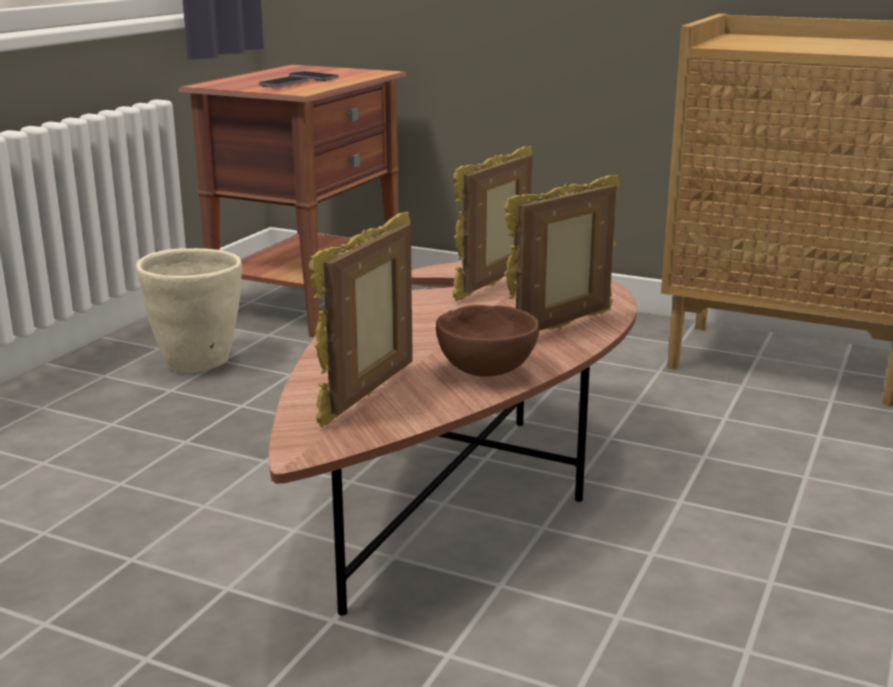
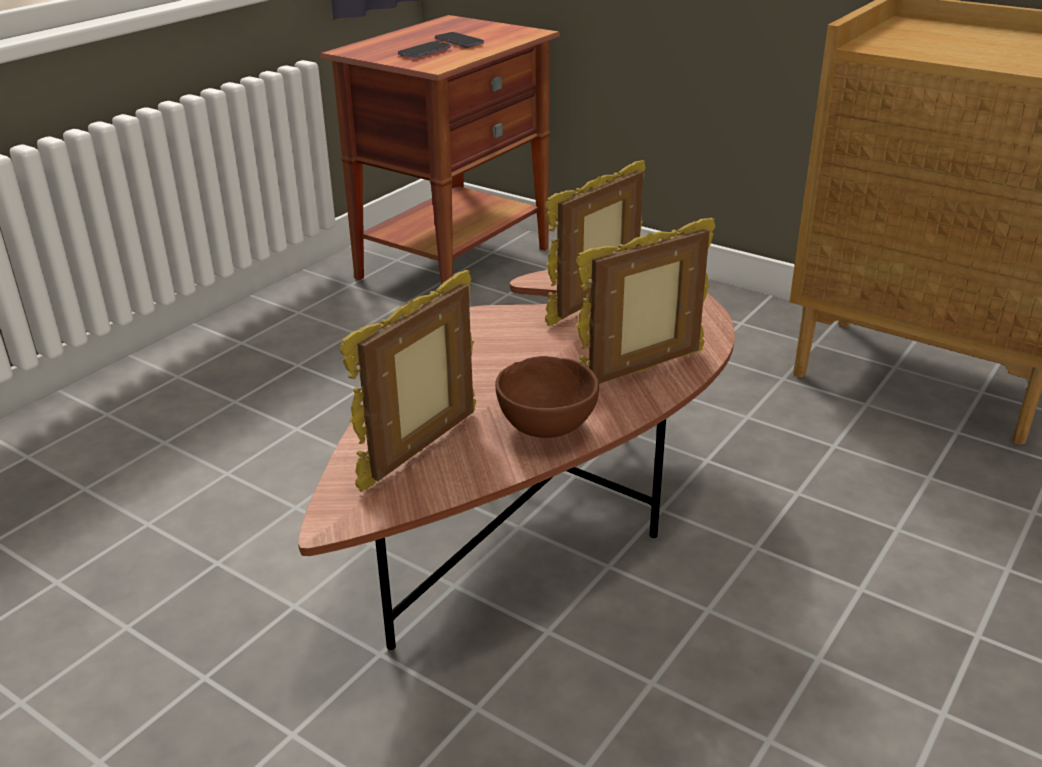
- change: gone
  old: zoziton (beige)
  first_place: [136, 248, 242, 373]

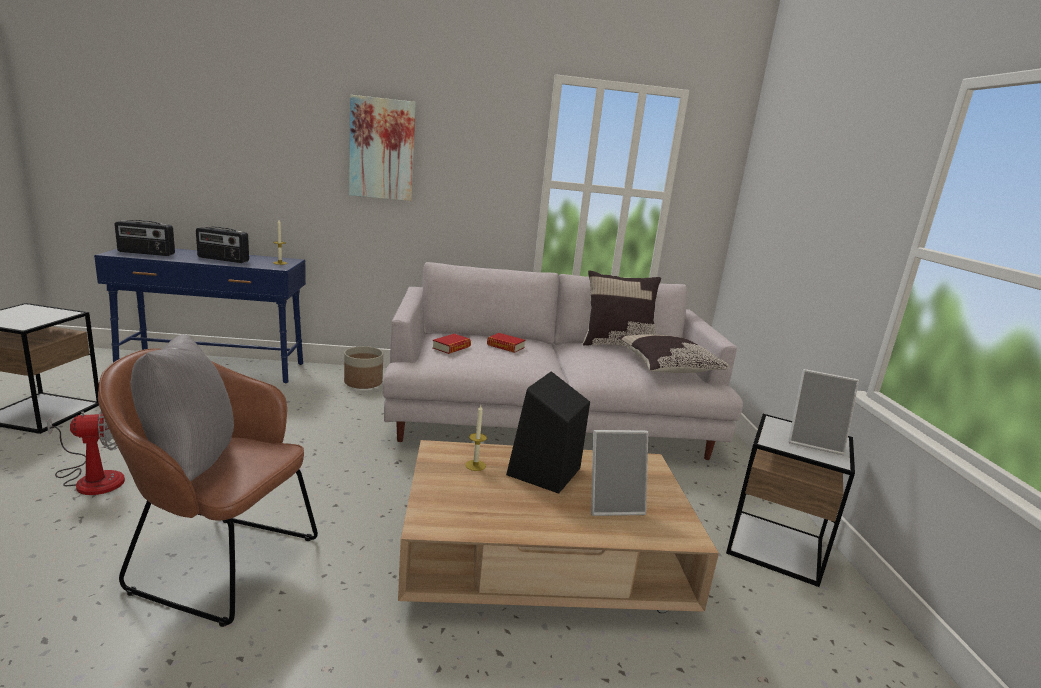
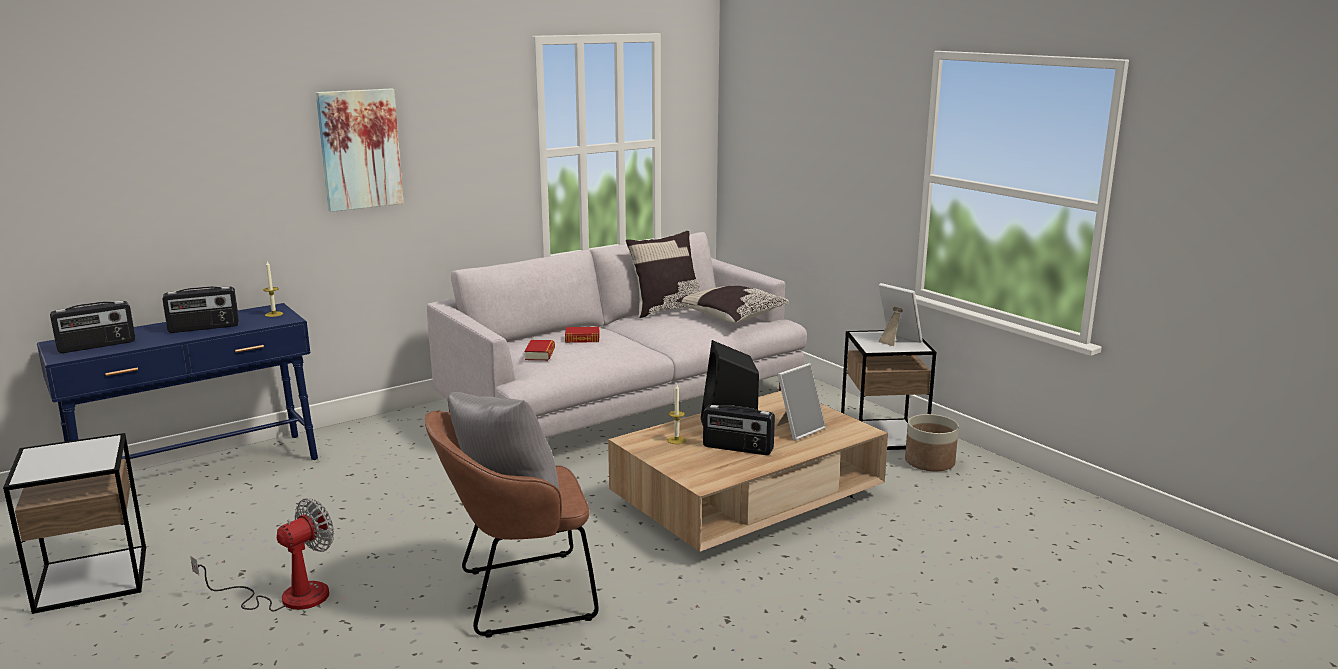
- change: shifted
  old: zoziton
  first_place: [344, 346, 383, 389]
  second_place: [905, 414, 959, 471]
- change: rotated
  old: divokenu
  first_place: [788, 369, 859, 455]
  second_place: [879, 283, 923, 346]
  degrees: -120
- change: new
  new: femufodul
  second_place: [703, 405, 775, 455]

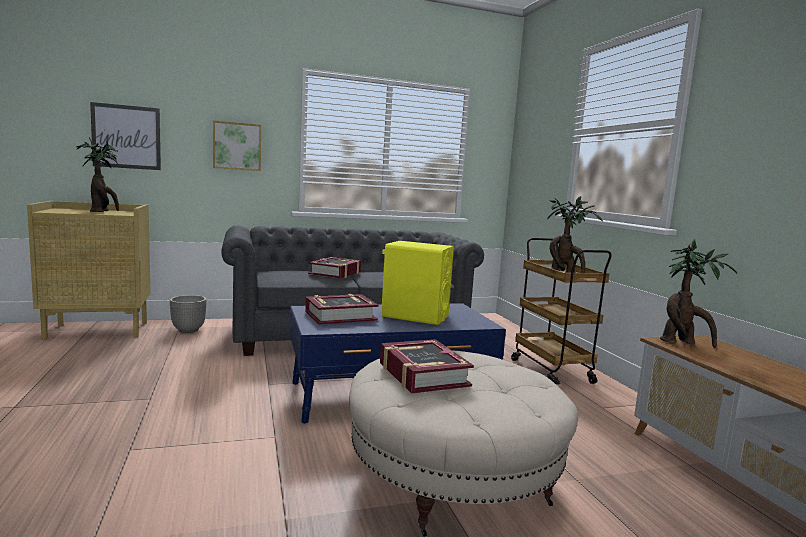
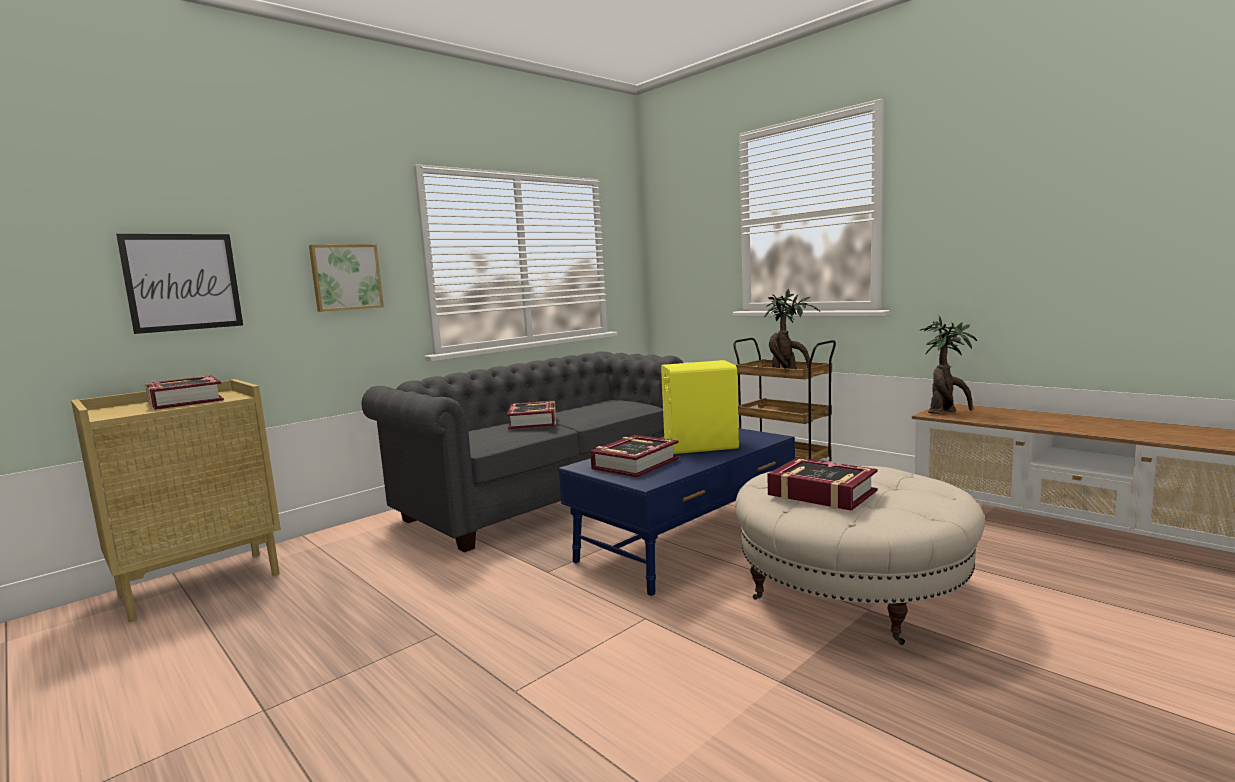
- change: swapped
  old: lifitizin
  new: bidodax
  first_place: [76, 137, 119, 212]
  second_place: [145, 376, 224, 410]
- change: gone
  old: zoziton
  first_place: [170, 295, 207, 333]

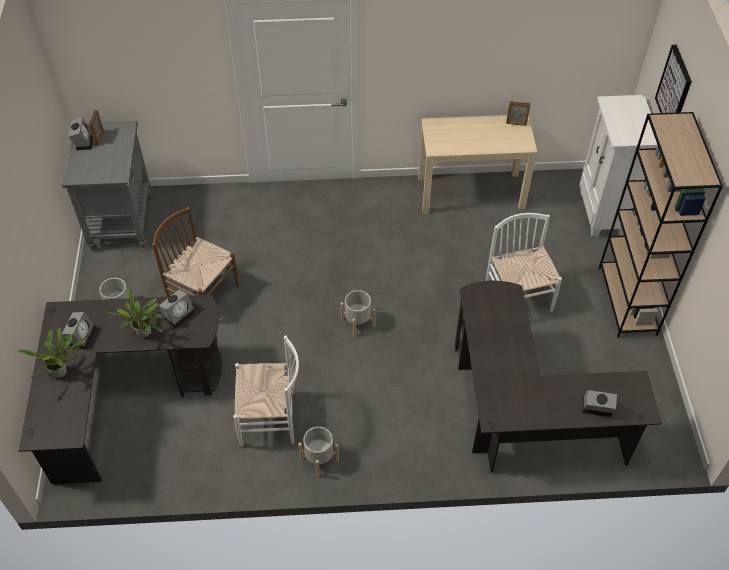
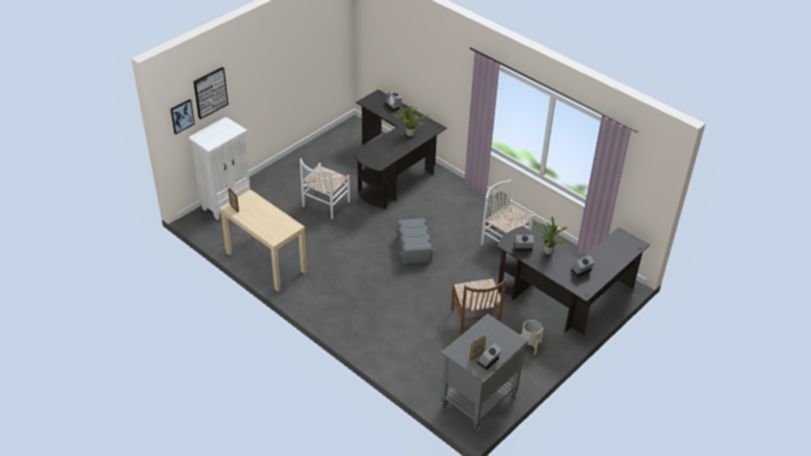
- change: gone
  old: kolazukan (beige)
  first_place: [599, 112, 723, 337]
- change: swapped
  old: zoziton (grey)
  new: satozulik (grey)
  first_place: [340, 290, 376, 337]
  second_place: [395, 218, 434, 264]
- change: shifted
  old: lifitizin
  first_place: [17, 328, 86, 379]
  second_place: [392, 106, 428, 137]
- change: new
  new: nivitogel
  second_place: [170, 99, 195, 134]

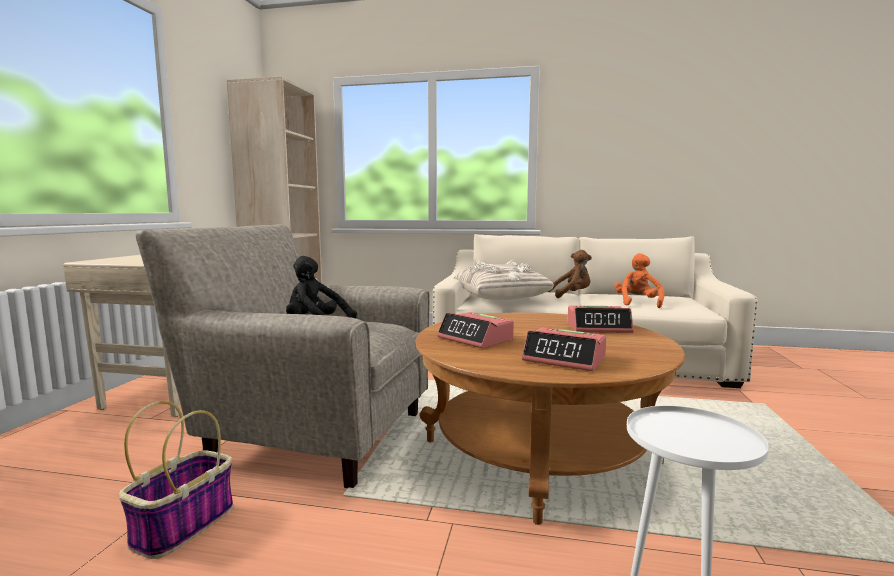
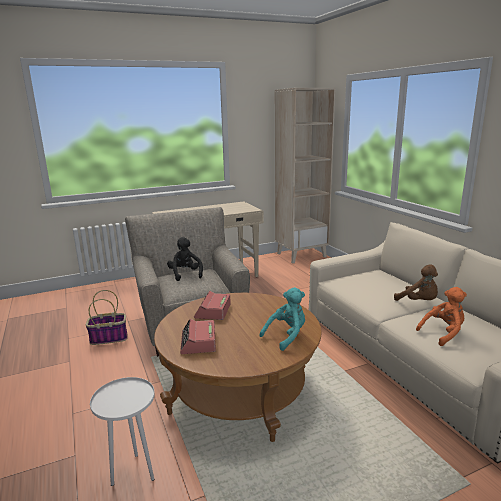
- change: gone
  old: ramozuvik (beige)
  first_place: [454, 260, 554, 300]
- change: swapped
  old: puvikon
  new: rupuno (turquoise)
  first_place: [567, 306, 634, 333]
  second_place: [259, 287, 305, 351]

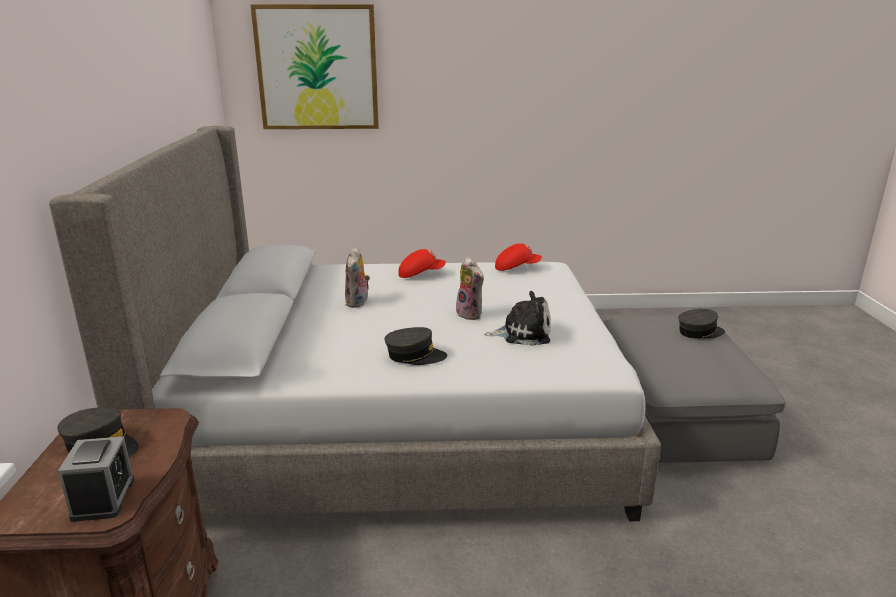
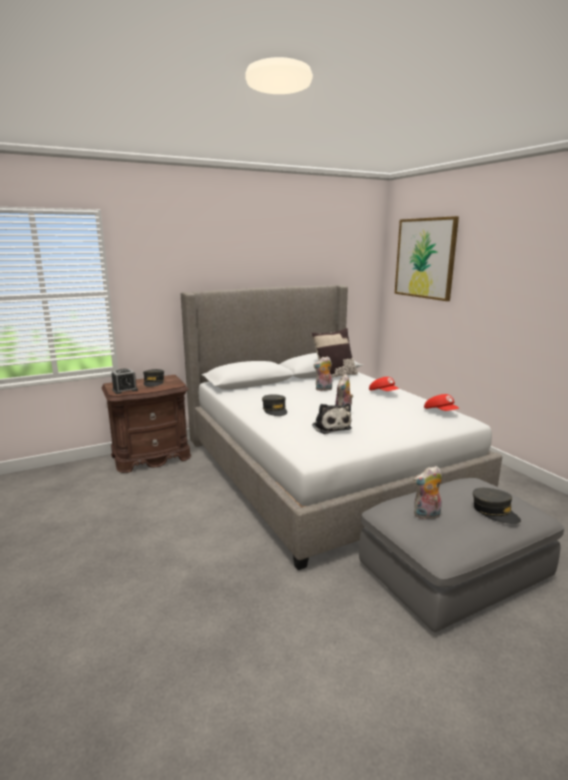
- change: new
  new: ramozuvik
  second_place: [311, 328, 358, 378]
- change: new
  new: rupuno
  second_place: [413, 466, 442, 519]

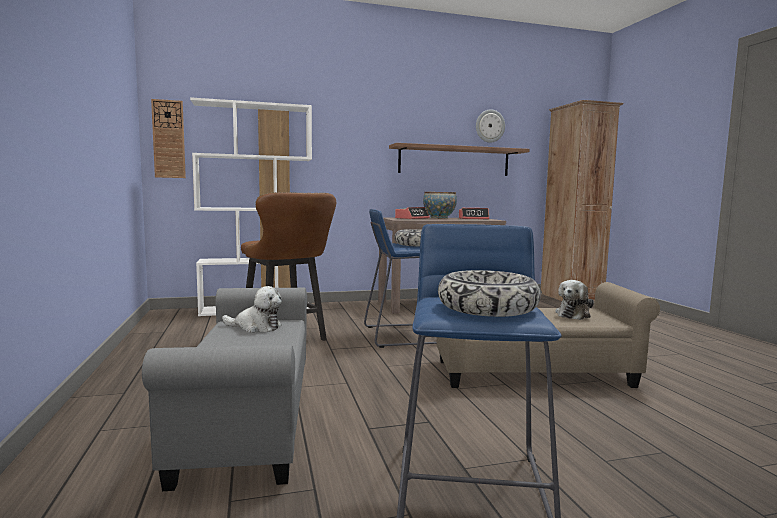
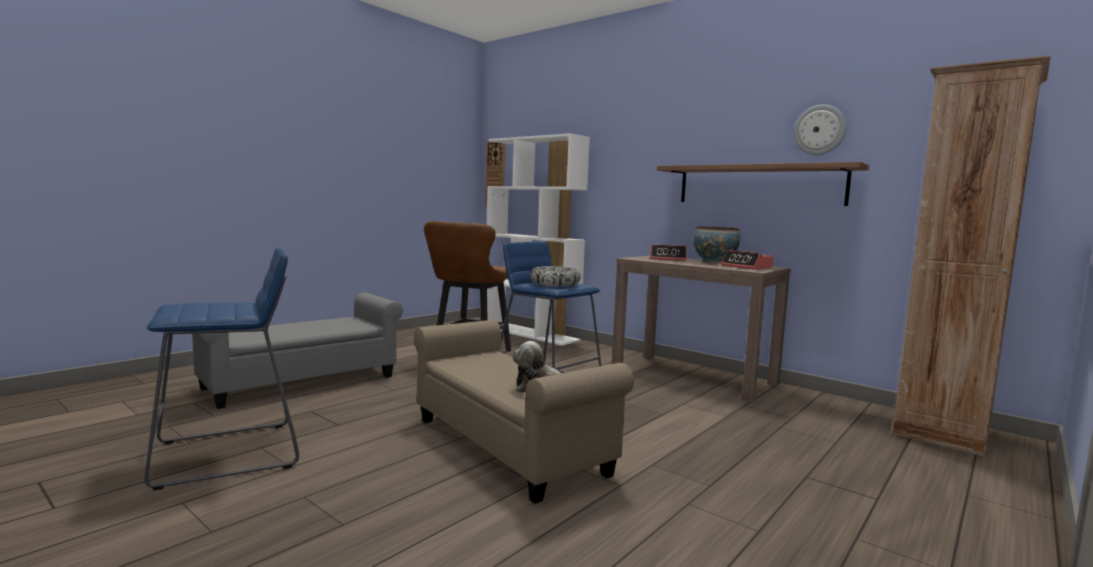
- change: gone
  old: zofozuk
  first_place: [438, 270, 541, 317]
- change: gone
  old: rupuno
  first_place: [222, 286, 282, 333]

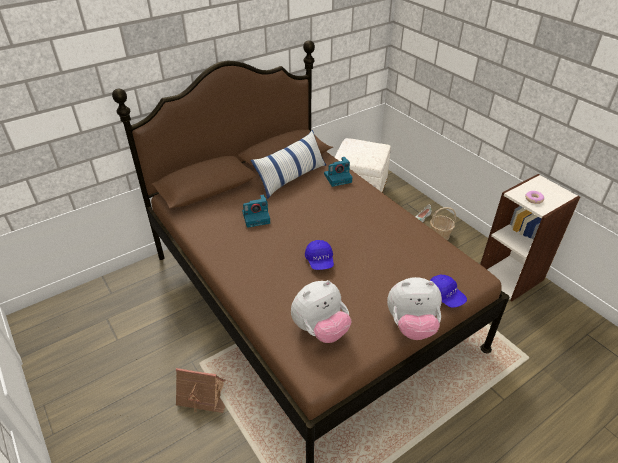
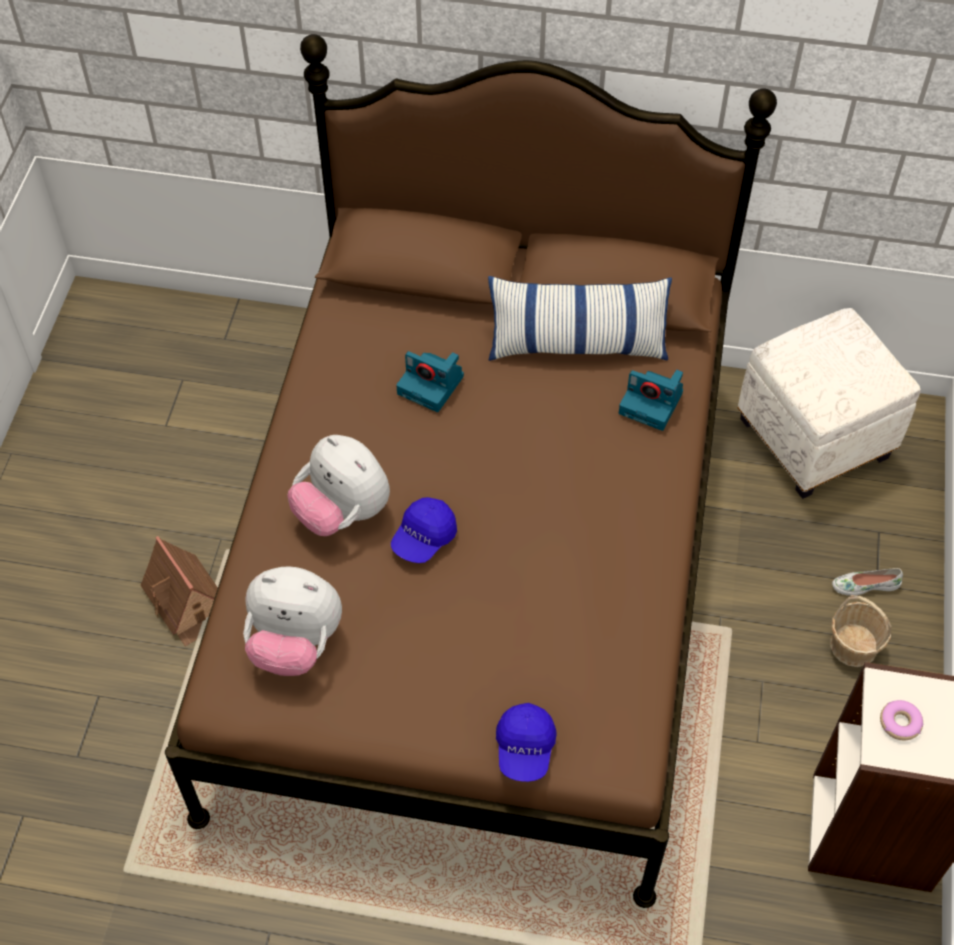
- change: shifted
  old: rupuno
  first_place: [387, 277, 442, 340]
  second_place: [287, 435, 390, 536]

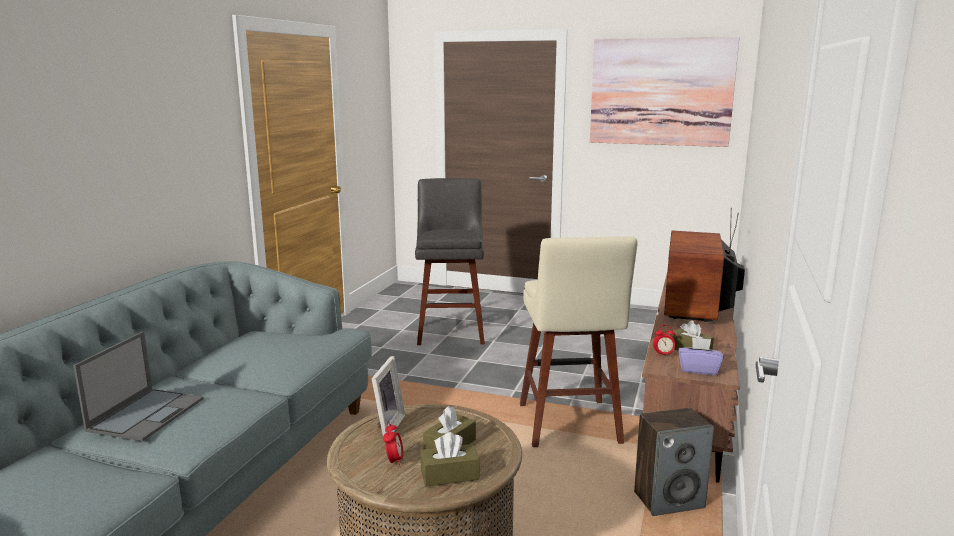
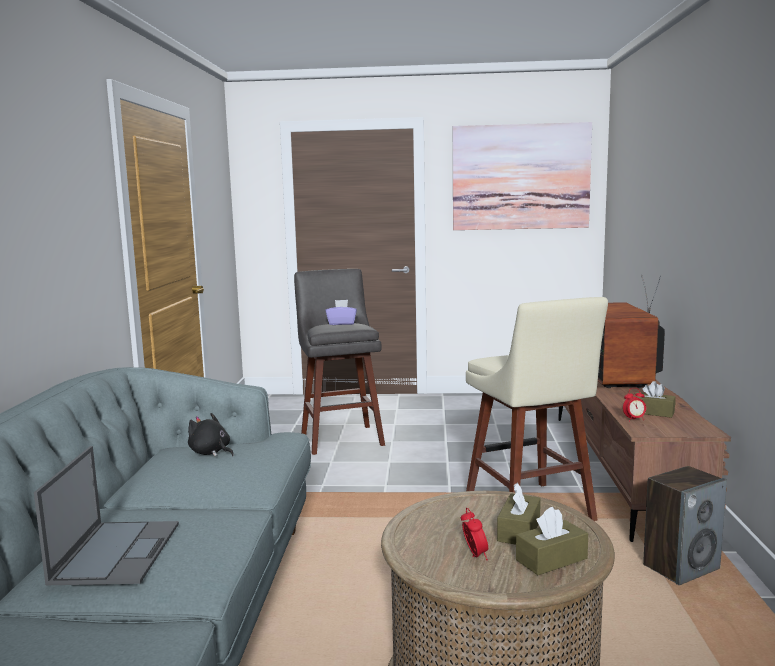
- change: shifted
  old: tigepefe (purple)
  first_place: [679, 337, 724, 375]
  second_place: [326, 300, 357, 325]
- change: gone
  old: divokenu
  first_place: [372, 356, 405, 436]
- change: new
  new: rupuno (black)
  second_place: [188, 413, 234, 456]

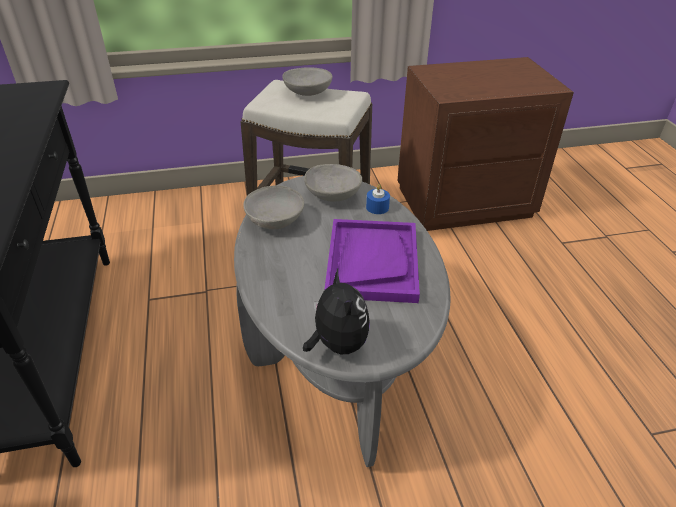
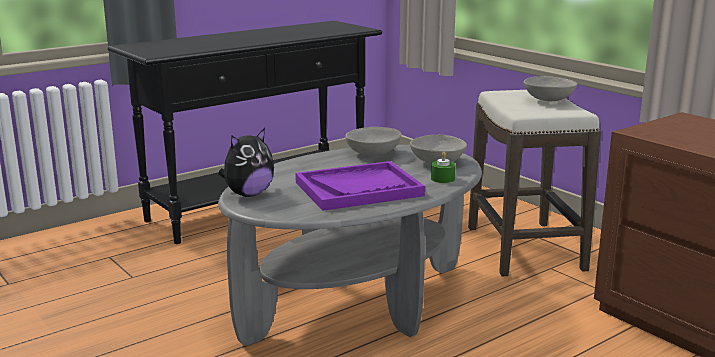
- change: repainted
  old: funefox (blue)
  new: funefox (green)
  first_place: [366, 184, 390, 214]
  second_place: [431, 152, 455, 183]

